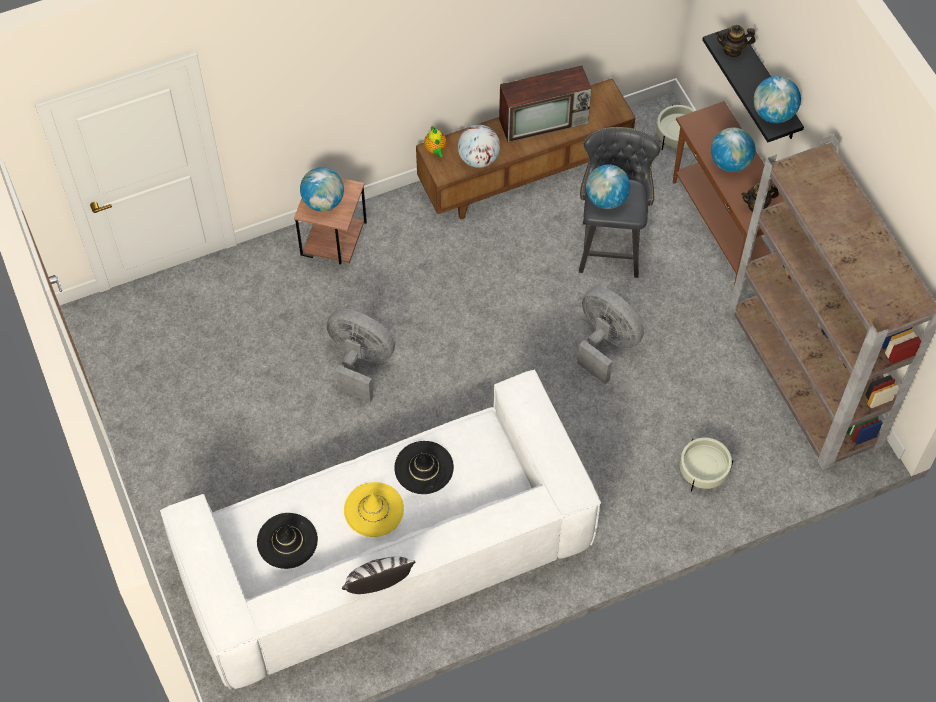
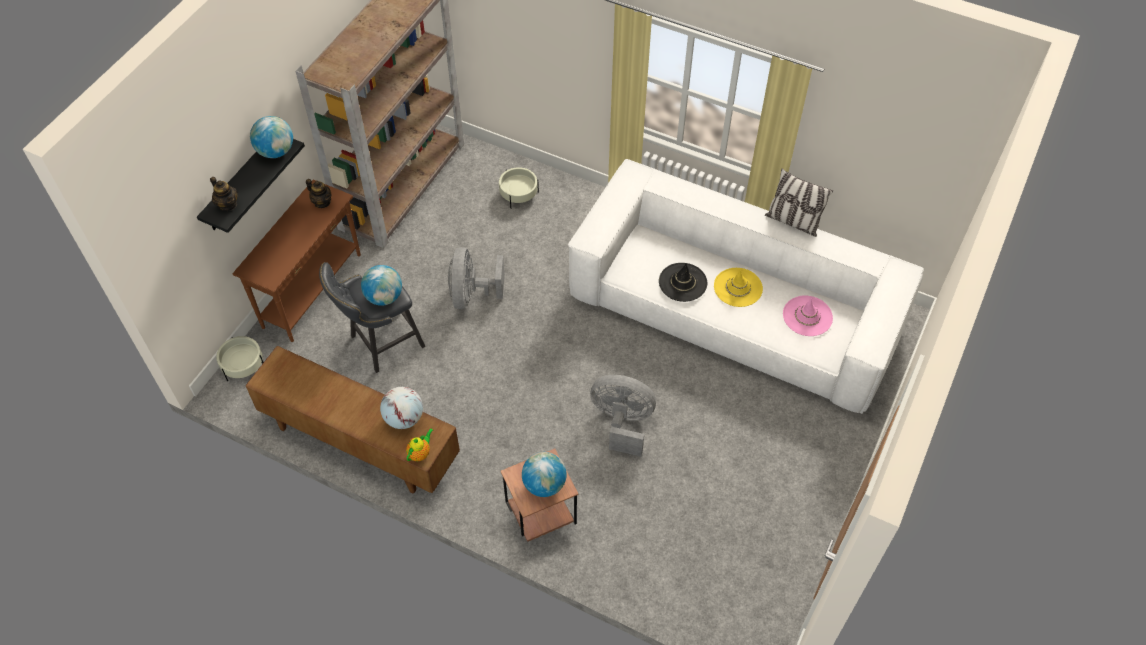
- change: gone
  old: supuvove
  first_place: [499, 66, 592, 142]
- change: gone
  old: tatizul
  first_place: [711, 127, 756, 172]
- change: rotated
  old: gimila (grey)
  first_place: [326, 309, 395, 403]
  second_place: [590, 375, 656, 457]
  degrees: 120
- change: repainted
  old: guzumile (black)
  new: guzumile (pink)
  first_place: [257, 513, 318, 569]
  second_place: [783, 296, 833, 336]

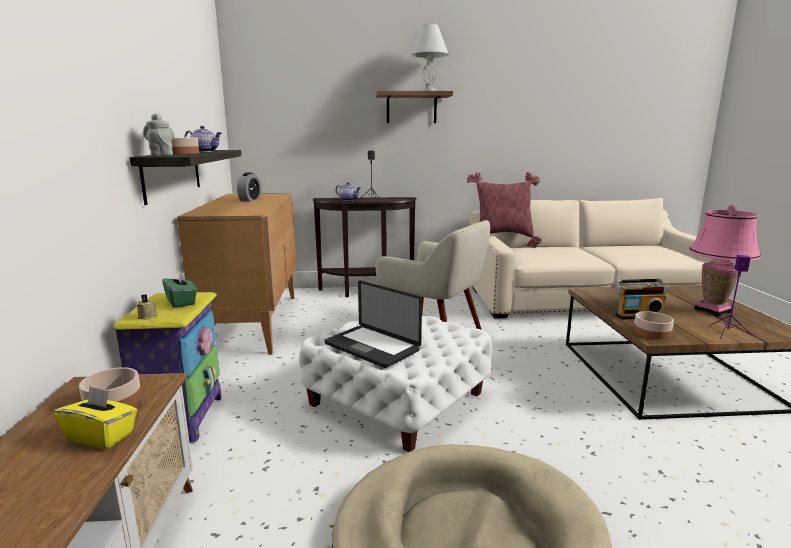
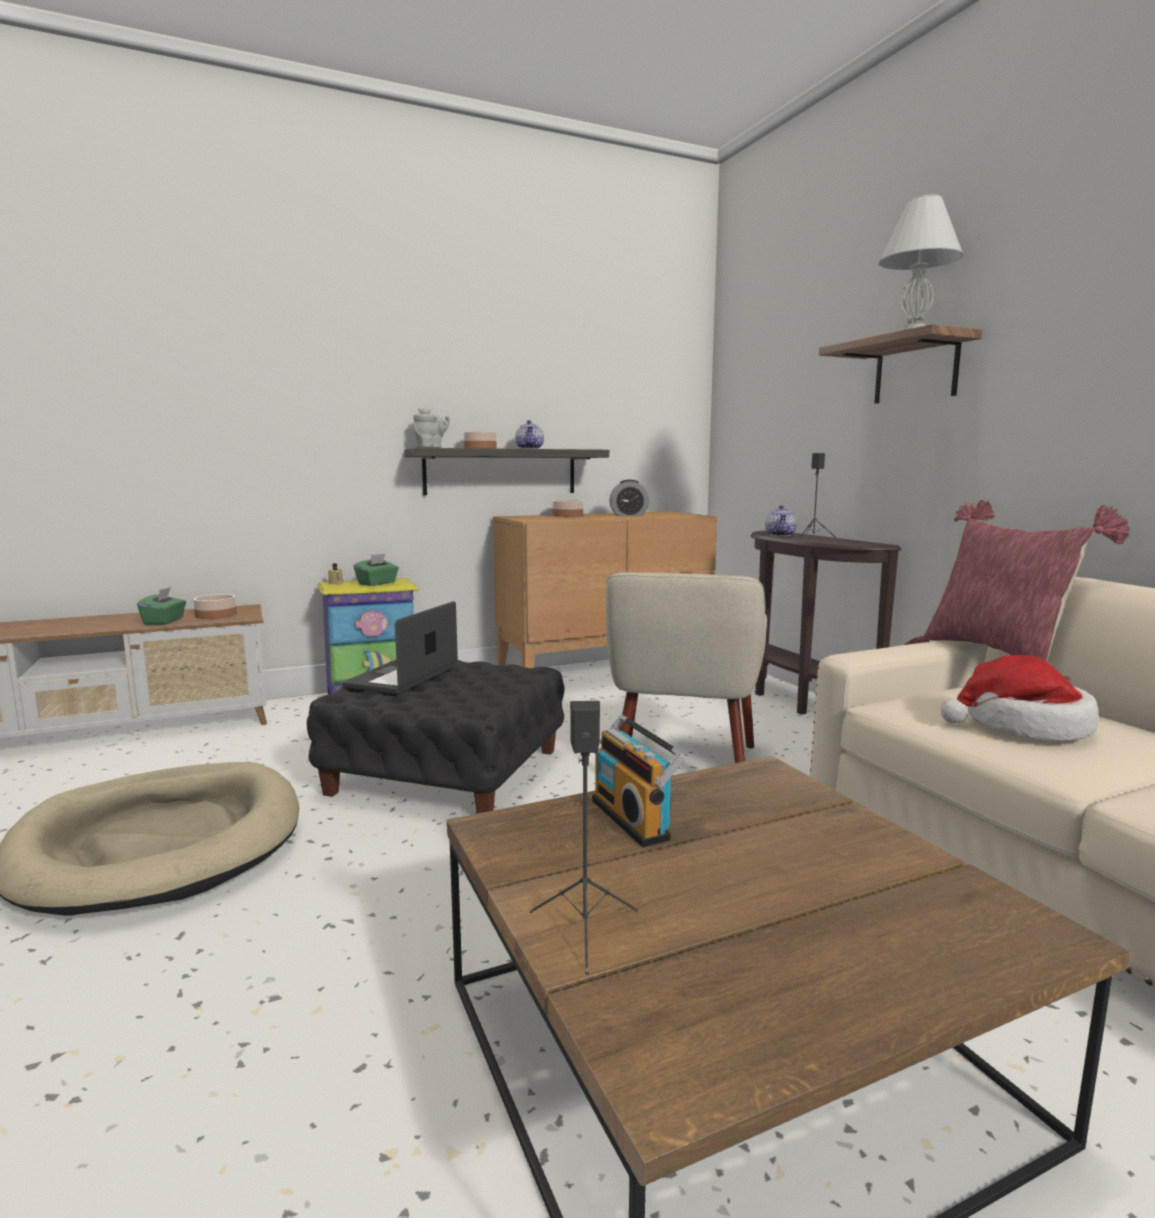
- change: gone
  old: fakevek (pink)
  first_place: [689, 205, 761, 317]
- change: repainted
  old: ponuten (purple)
  new: ponuten (black)
  first_place: [710, 255, 753, 339]
  second_place: [530, 701, 638, 974]
- change: shifted
  old: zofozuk
  first_place: [633, 311, 674, 339]
  second_place: [552, 500, 583, 517]
- change: repainted
  old: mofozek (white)
  new: mofozek (black)
  first_place: [299, 316, 492, 452]
  second_place: [307, 660, 565, 814]
- change: repainted
  old: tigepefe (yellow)
  new: tigepefe (green)
  first_place: [54, 386, 137, 449]
  second_place: [137, 587, 186, 625]
- change: new
  new: guzumile
  second_place: [941, 655, 1099, 741]

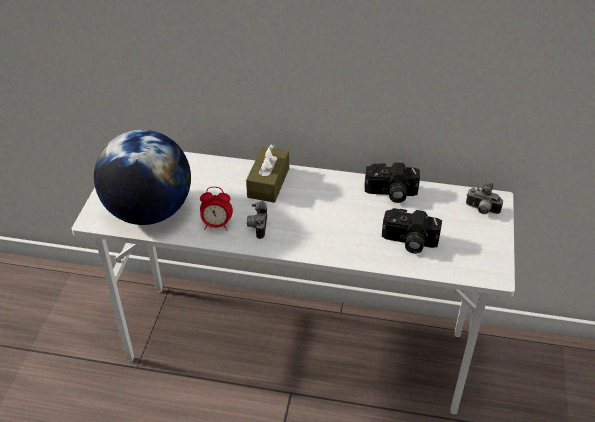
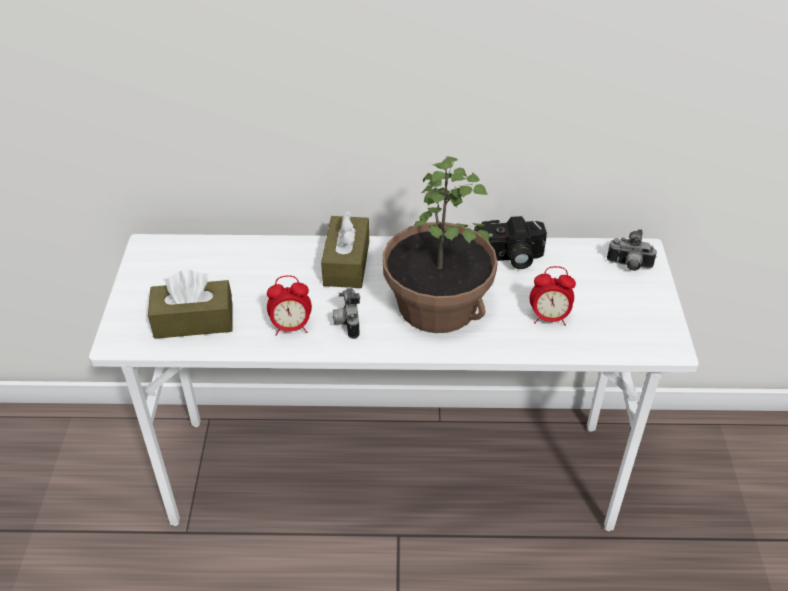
- change: swapped
  old: tatizul
  new: tigepefe (brown)
  first_place: [94, 130, 191, 225]
  second_place: [148, 270, 233, 339]
- change: swapped
  old: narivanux
  new: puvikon
  first_place: [382, 208, 442, 254]
  second_place: [530, 266, 576, 326]
- change: new
  new: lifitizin
  second_place: [382, 156, 498, 333]

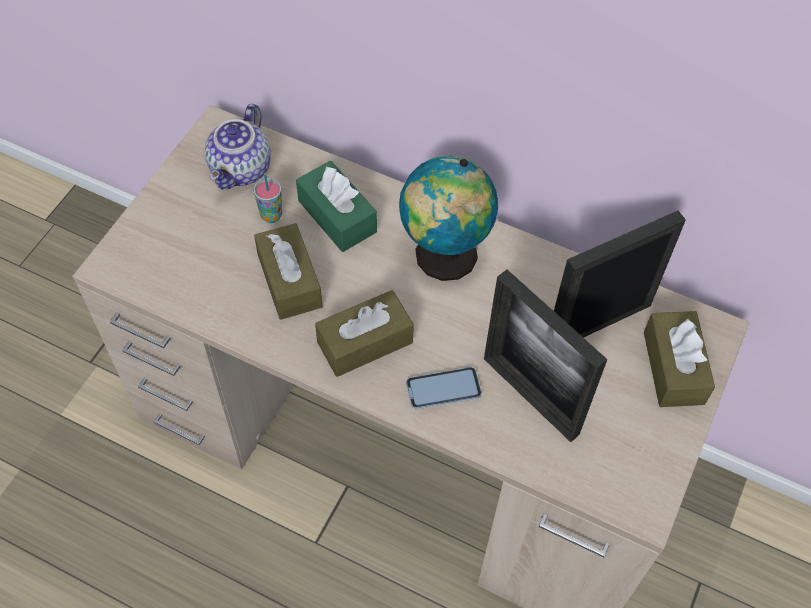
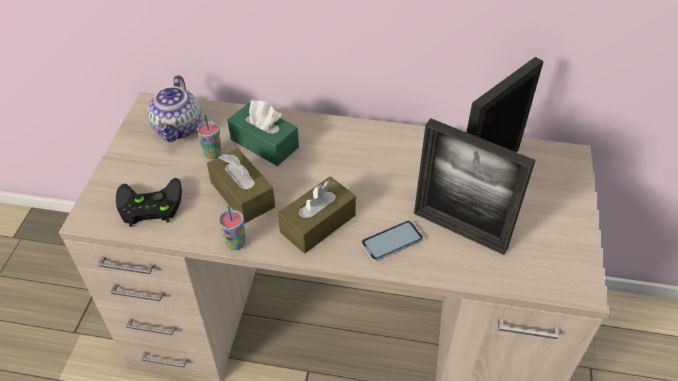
- change: gone
  old: tatizul
  first_place: [399, 155, 498, 281]
- change: gone
  old: tigepefe (brown)
  first_place: [644, 311, 715, 407]
- change: new
  new: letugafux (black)
  second_place: [116, 178, 182, 227]
- change: new
  new: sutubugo
  second_place: [218, 205, 245, 250]

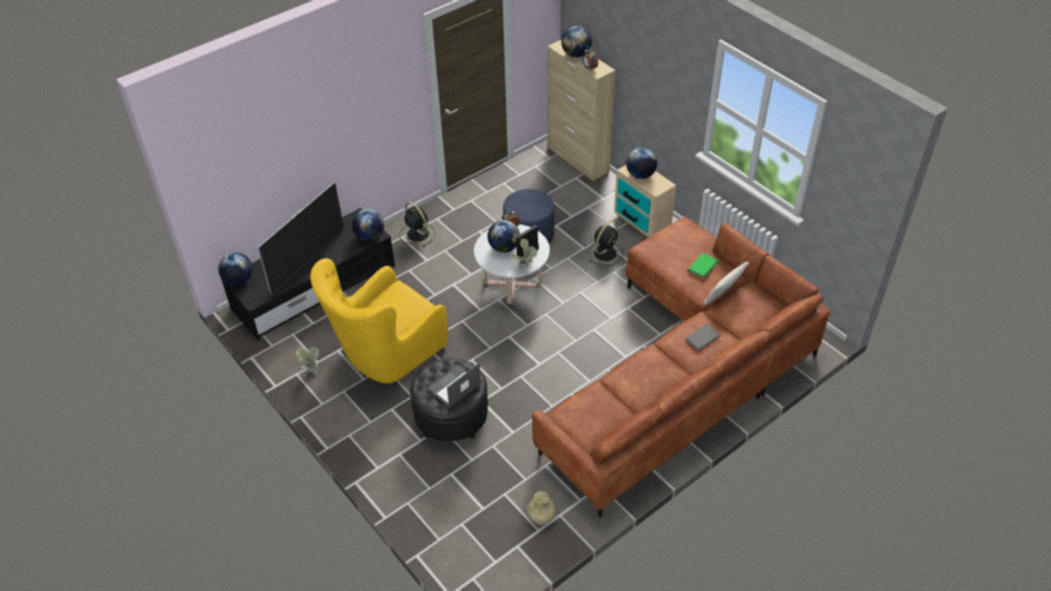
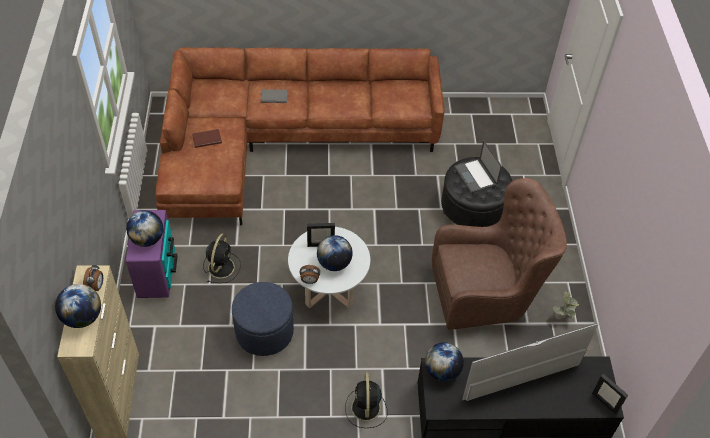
- change: repainted
  old: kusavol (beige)
  new: kusavol (purple)
  first_place: [614, 165, 676, 238]
  second_place: [126, 210, 178, 298]
- change: rotated
  old: gimila (black)
  first_place: [589, 220, 624, 266]
  second_place: [203, 234, 241, 283]
  degrees: 120
- change: gone
  old: lifitizin
  first_place: [512, 239, 537, 269]
- change: swapped
  old: tatizul
  new: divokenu
  first_place: [218, 252, 253, 285]
  second_place: [592, 374, 628, 415]
- change: repainted
  old: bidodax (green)
  new: bidodax (brown)
  first_place: [688, 253, 718, 279]
  second_place: [192, 129, 222, 148]
- change: repainted
  old: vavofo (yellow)
  new: vavofo (brown)
  first_place: [310, 258, 448, 383]
  second_place: [432, 178, 567, 330]
- change: gone
  old: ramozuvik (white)
  first_place: [703, 262, 749, 305]
- change: rotated
  old: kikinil
  first_place: [427, 363, 481, 408]
  second_place: [454, 140, 502, 193]
  degrees: 75
- change: gone
  old: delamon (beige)
  first_place: [527, 491, 556, 525]

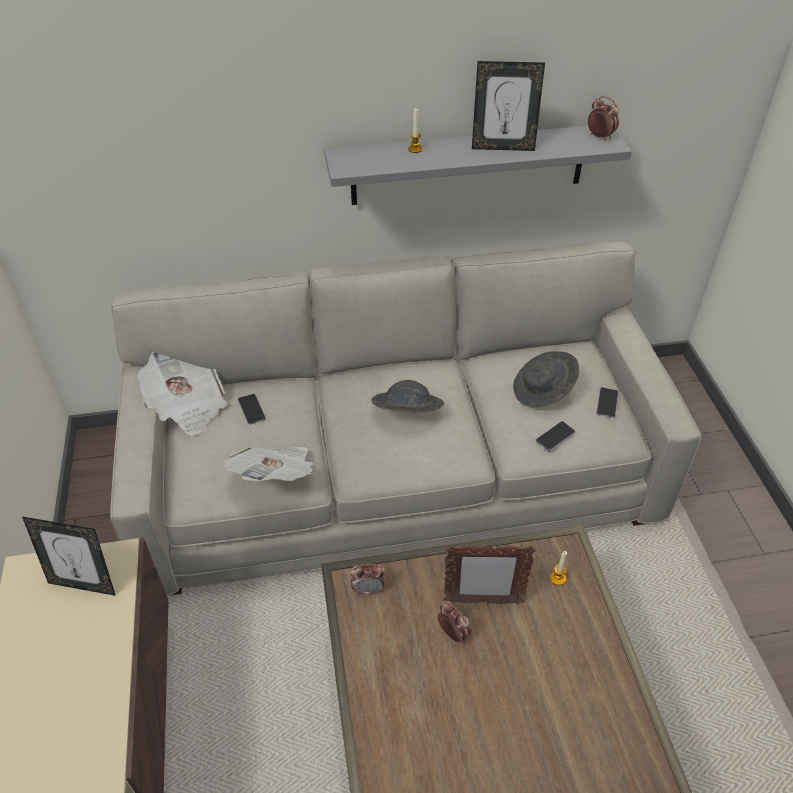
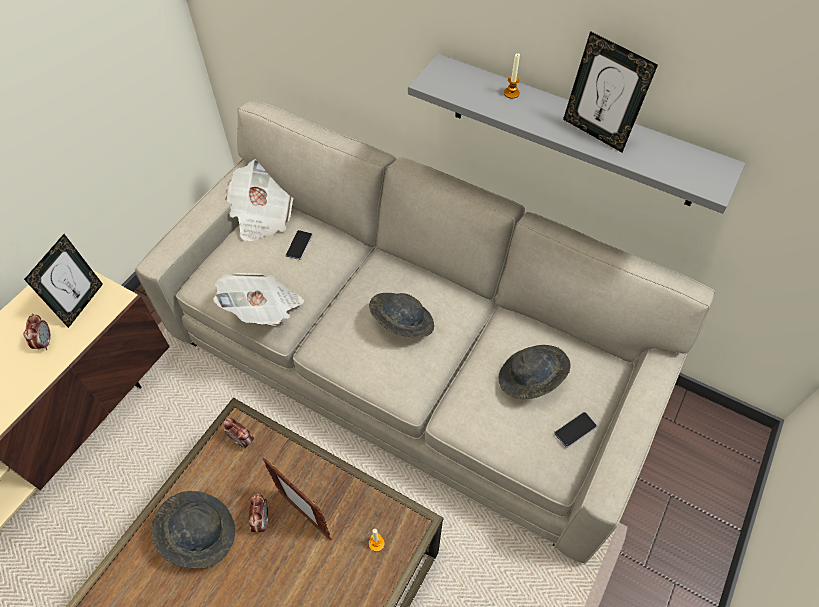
- change: shifted
  old: puvikon
  first_place: [588, 96, 619, 140]
  second_place: [24, 314, 51, 350]
- change: gone
  old: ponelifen
  first_place: [536, 421, 576, 451]
- change: rotated
  old: divokenu
  first_place: [22, 517, 116, 596]
  second_place: [24, 234, 103, 328]
  degrees: -120
- change: new
  new: guzumile (grey)
  second_place: [151, 491, 235, 568]

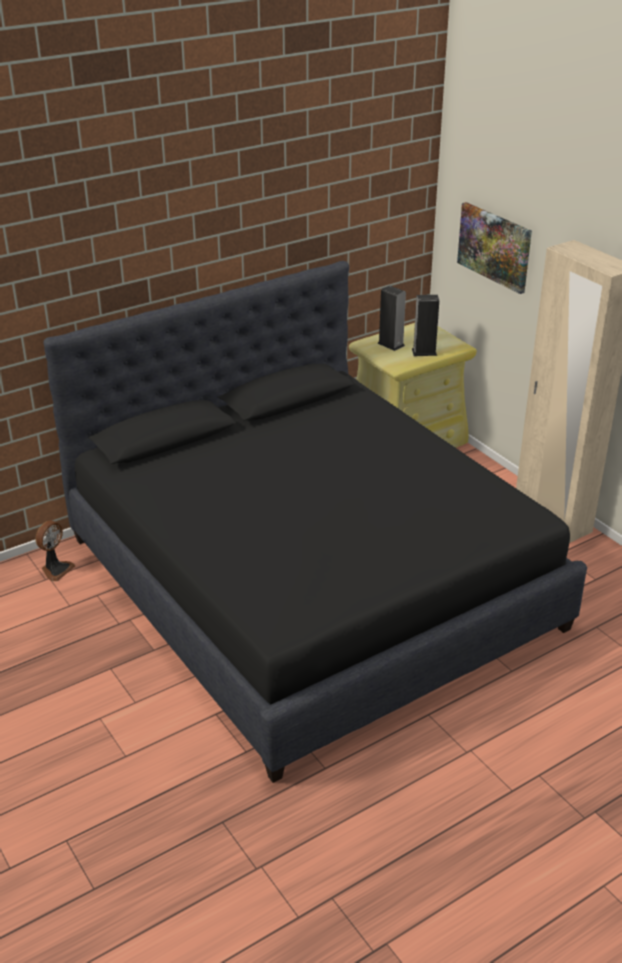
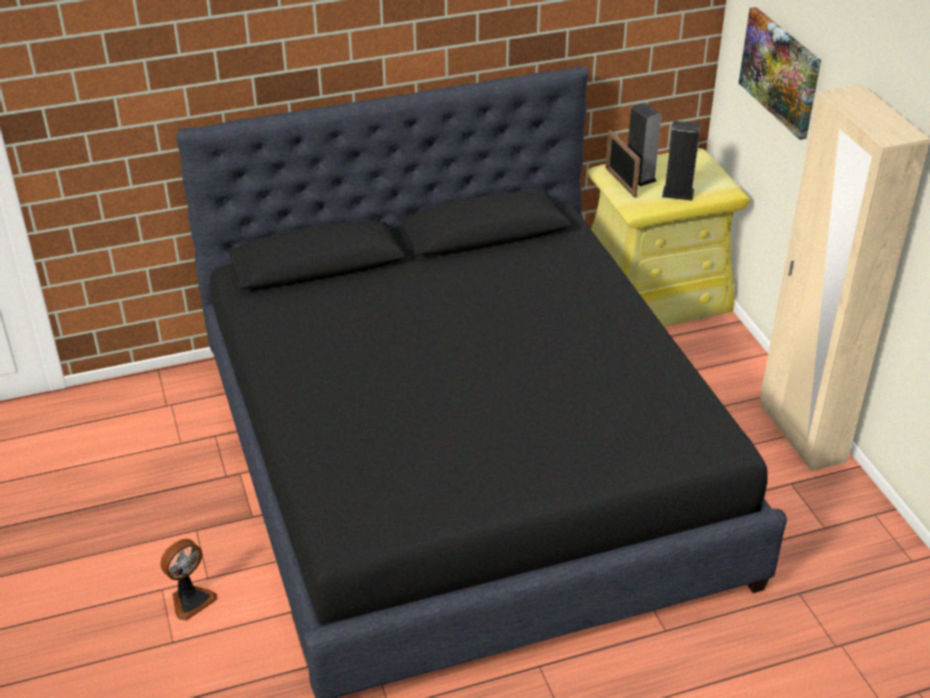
- change: shifted
  old: gimila
  first_place: [35, 520, 75, 581]
  second_place: [160, 539, 217, 621]
- change: new
  new: divokenu
  second_place: [605, 130, 640, 198]

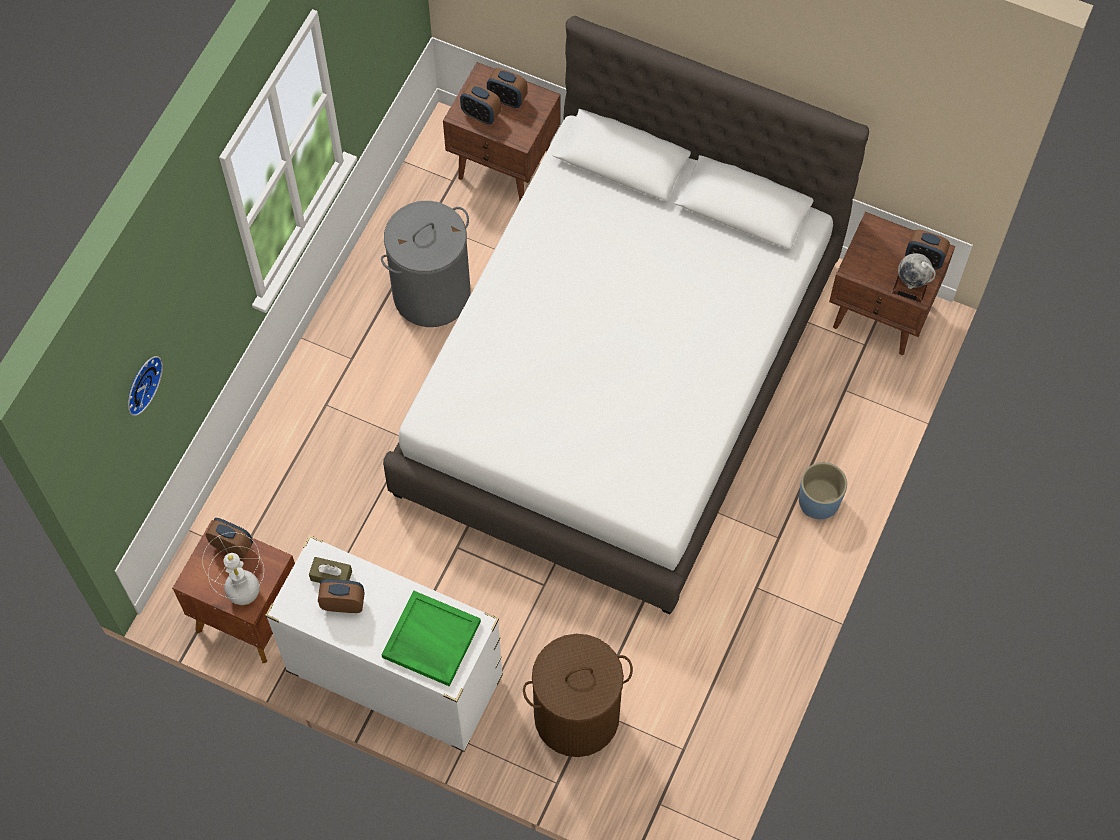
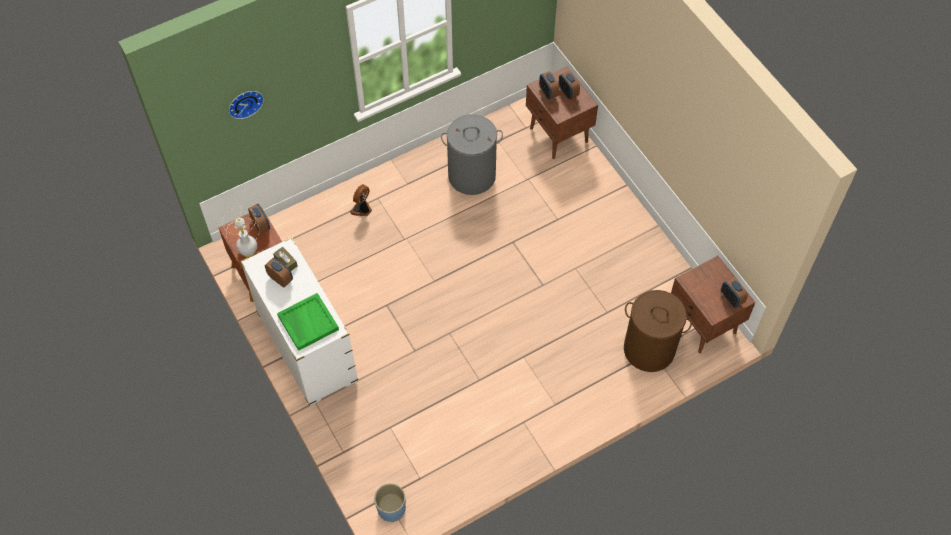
- change: gone
  old: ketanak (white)
  first_place: [383, 16, 869, 614]
- change: gone
  old: tatizul
  first_place: [892, 253, 936, 303]
- change: shifted
  old: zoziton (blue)
  first_place: [799, 462, 847, 519]
  second_place: [374, 483, 406, 522]
- change: shifted
  old: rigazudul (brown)
  first_place: [523, 634, 633, 757]
  second_place: [624, 290, 692, 372]
- change: new
  new: gimila
  second_place: [350, 184, 372, 216]

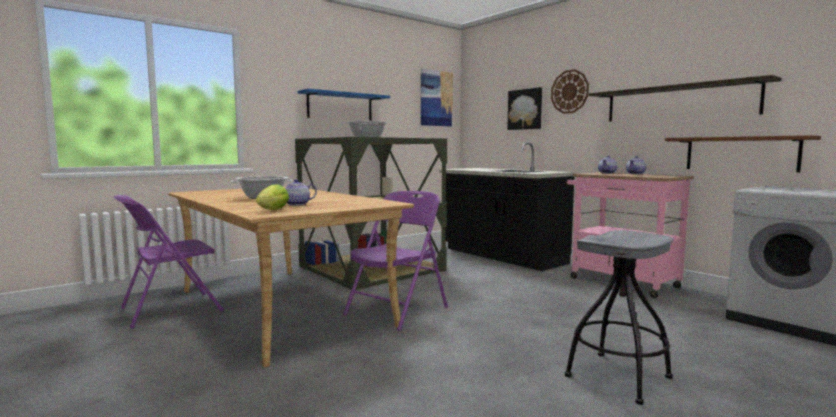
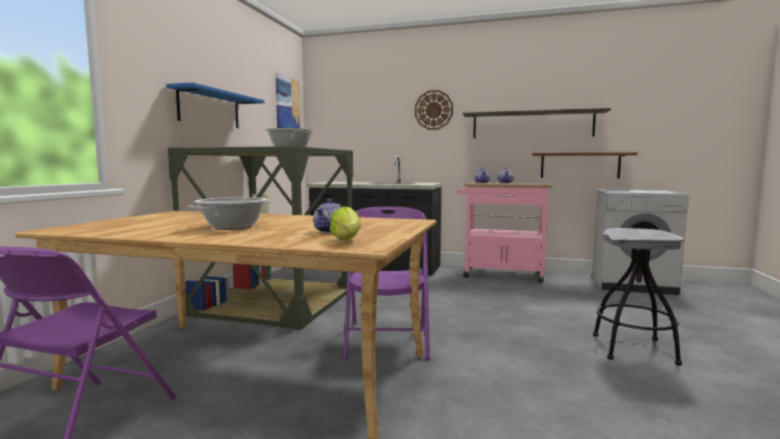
- change: gone
  old: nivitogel
  first_place: [507, 87, 542, 130]

